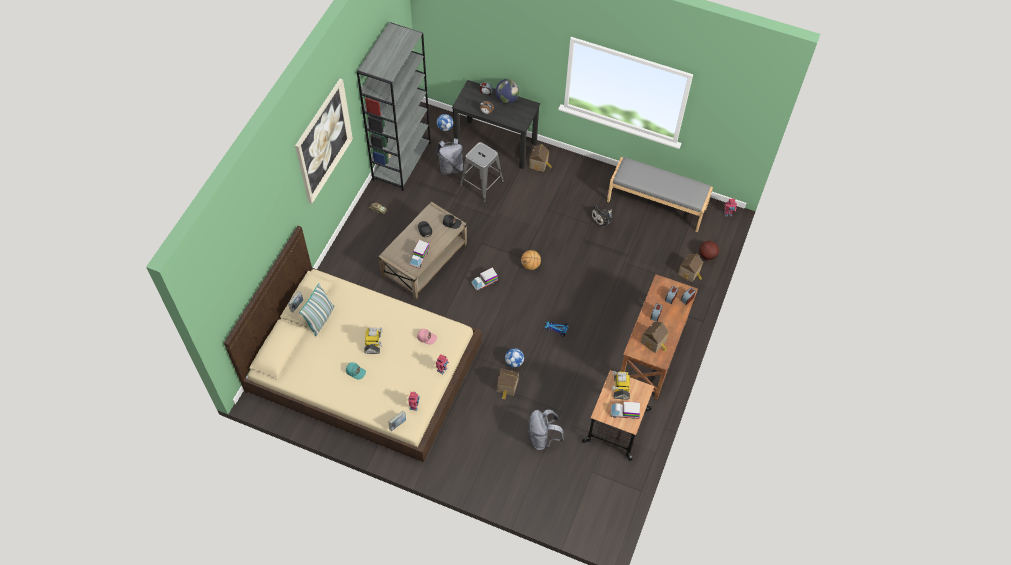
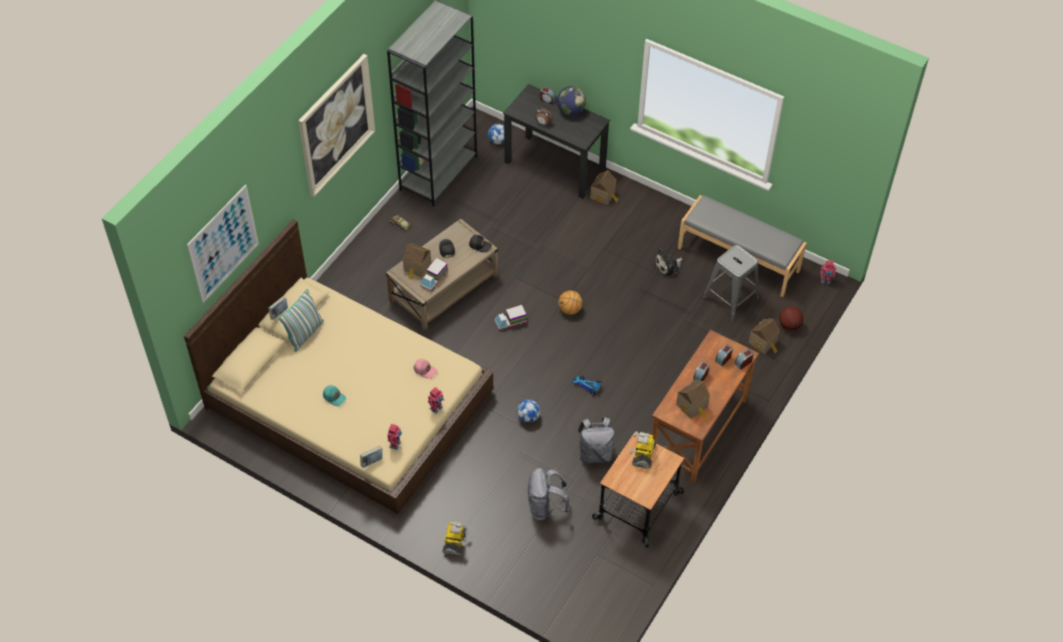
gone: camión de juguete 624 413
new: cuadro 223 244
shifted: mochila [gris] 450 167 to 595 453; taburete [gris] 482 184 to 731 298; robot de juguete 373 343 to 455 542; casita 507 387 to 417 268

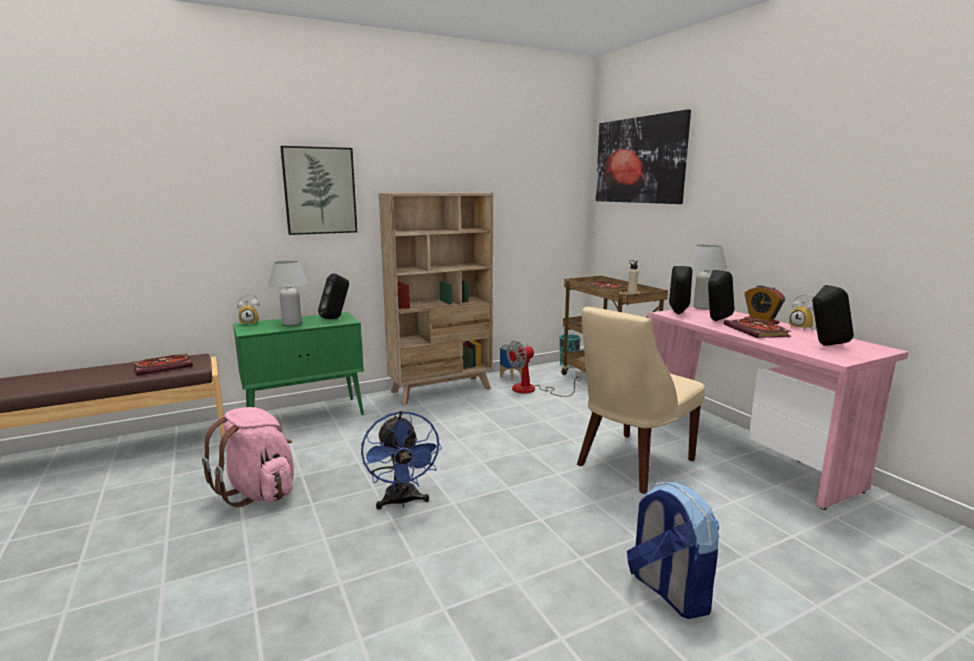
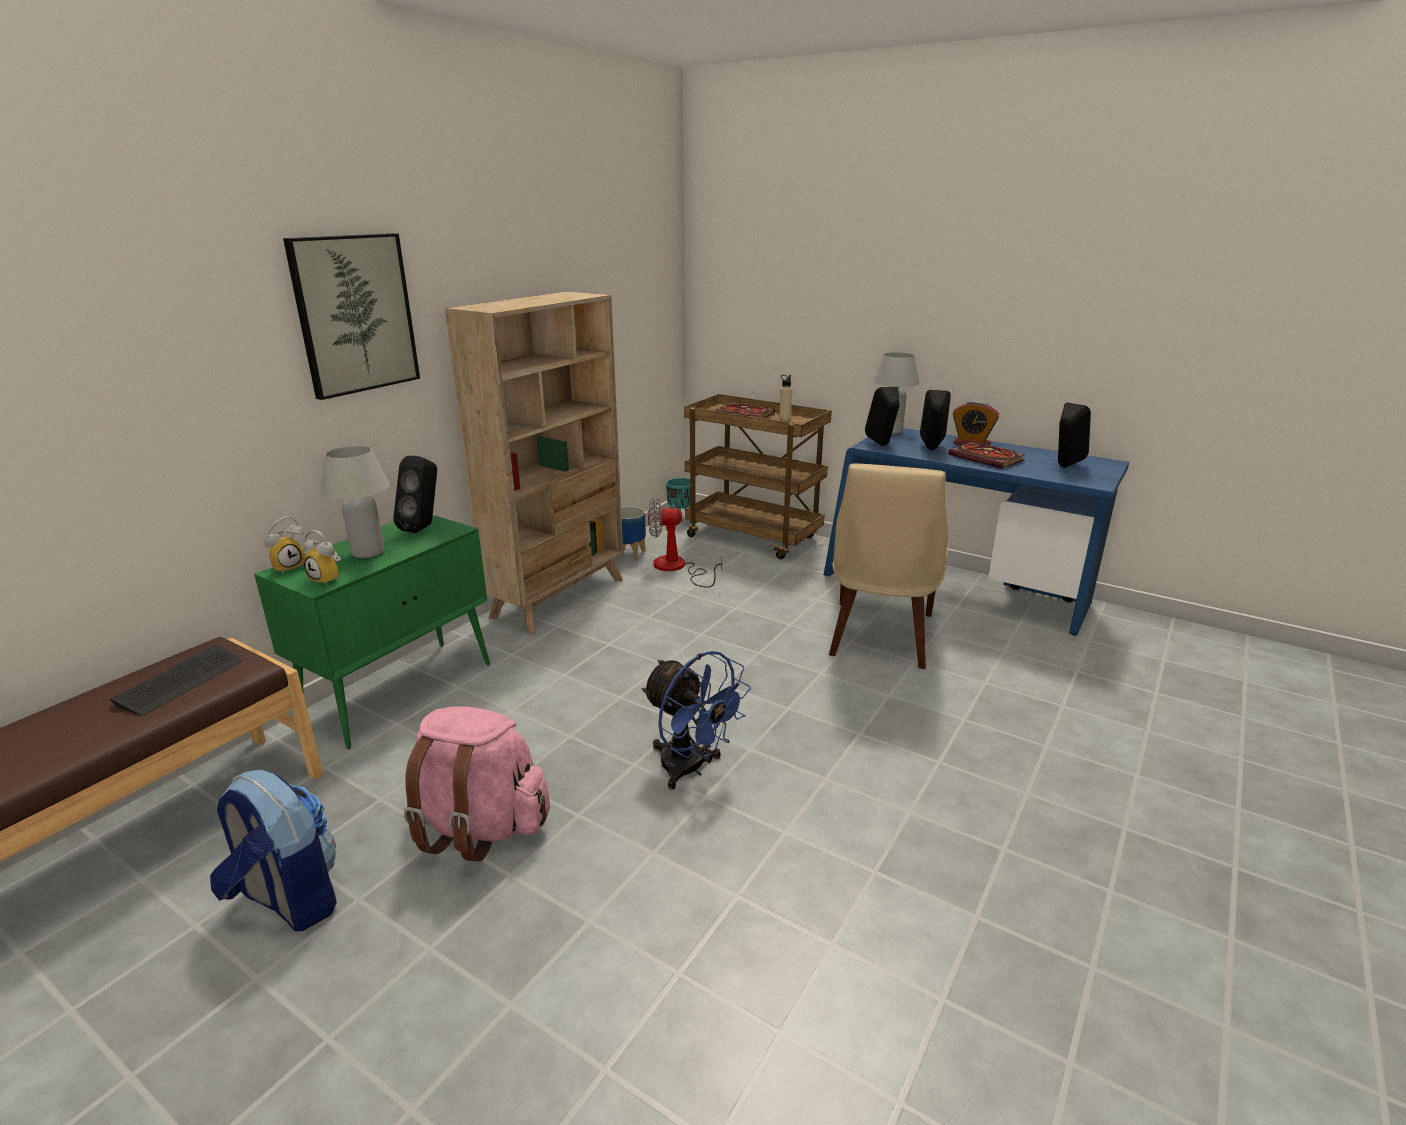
gone: cuadro 639 160
shifted: despertador 802 328 to 330 579; mochila 668 591 to 288 900
swapped: libro 164 366 to teclado 180 682
repainted: escritorio [rosa] 738 448 to escritorio [azul] 955 589
rotated: ventilador 532 390 = 677 568 60 degrees clockwise

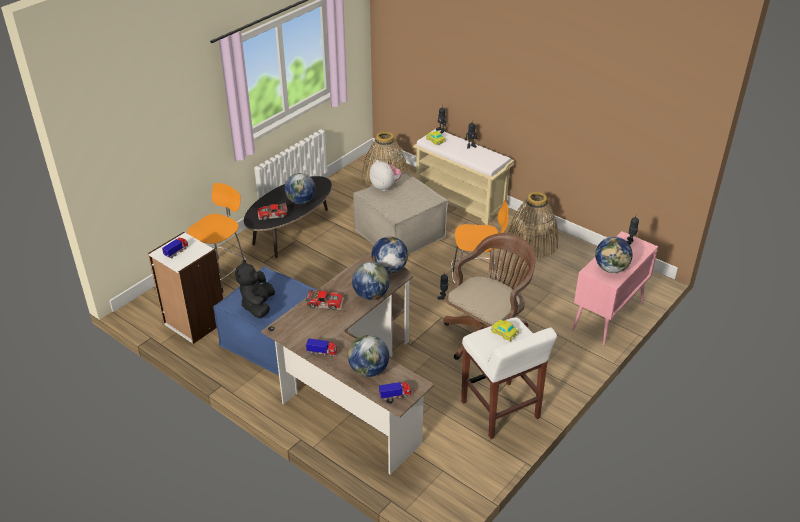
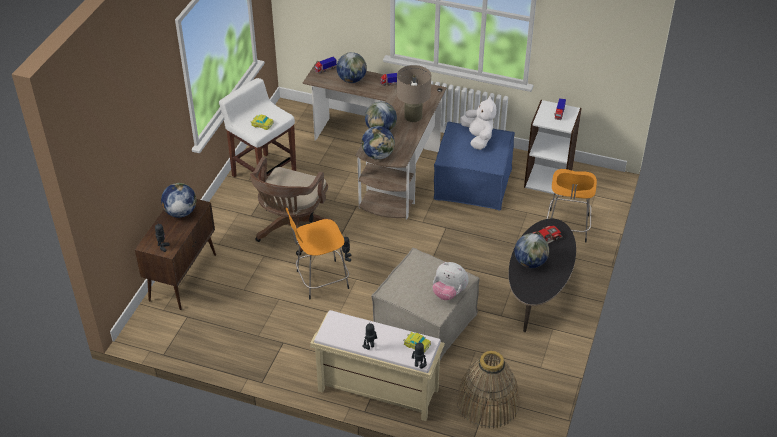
gone: cesta 532 243
swapped: coche de juguete 325 302 to lámpara de mesa [beis] 413 116
repainted: armario [rosa] 607 317 to armario [marrón] 183 277; peluche [negro] 258 306 to peluche [blanco] 478 138

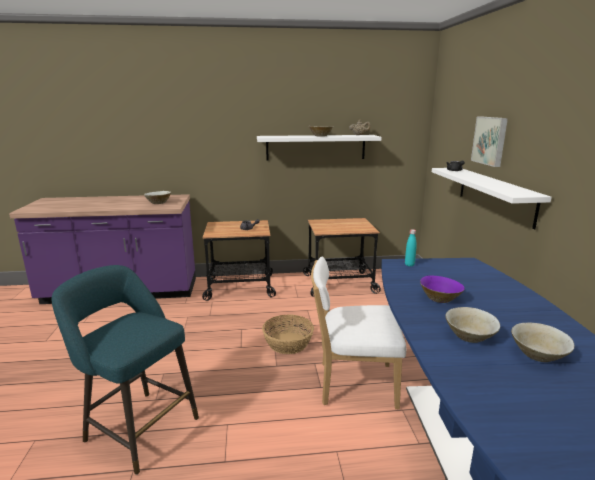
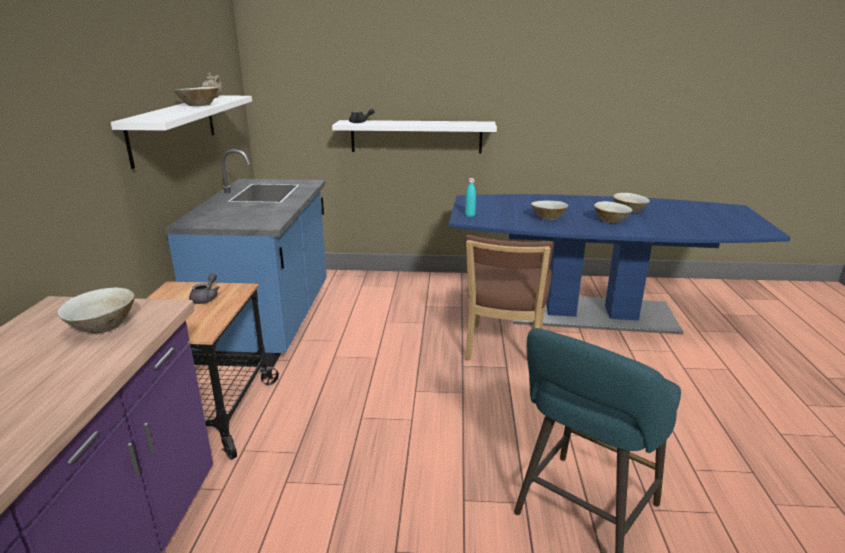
gone: cuadro 490 140; cesta 287 343
swapped: carrito 339 283 to mueble bajo de cocina [azul] 271 322
repainted: silla [blanco] 352 384 to silla [marrón] 503 348; cuenco [morado] 440 299 to cuenco [beis] 548 218

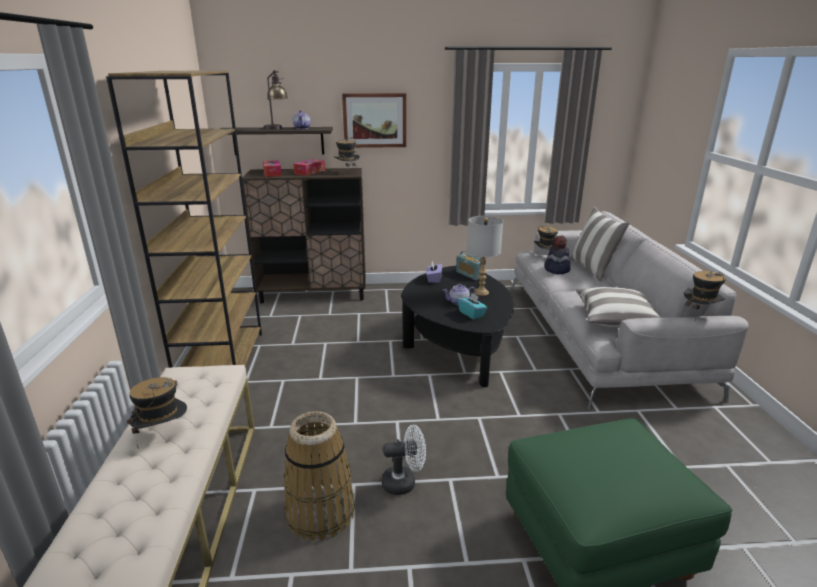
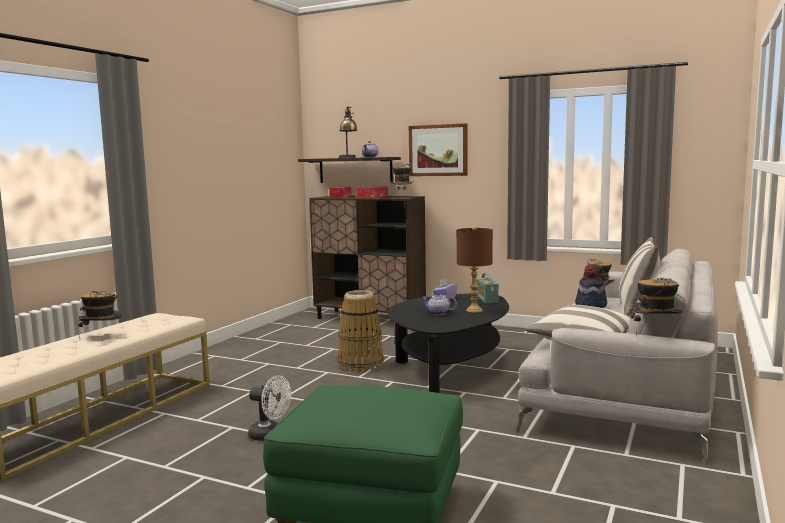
gone: estantería [marrón] 222 361; caja de pañuelos [turquesa] 471 314
shifted: cesta 320 512 to 360 364
repainted: lámpara de mesa [gris] 481 292 to lámpara de mesa [marrón] 474 310

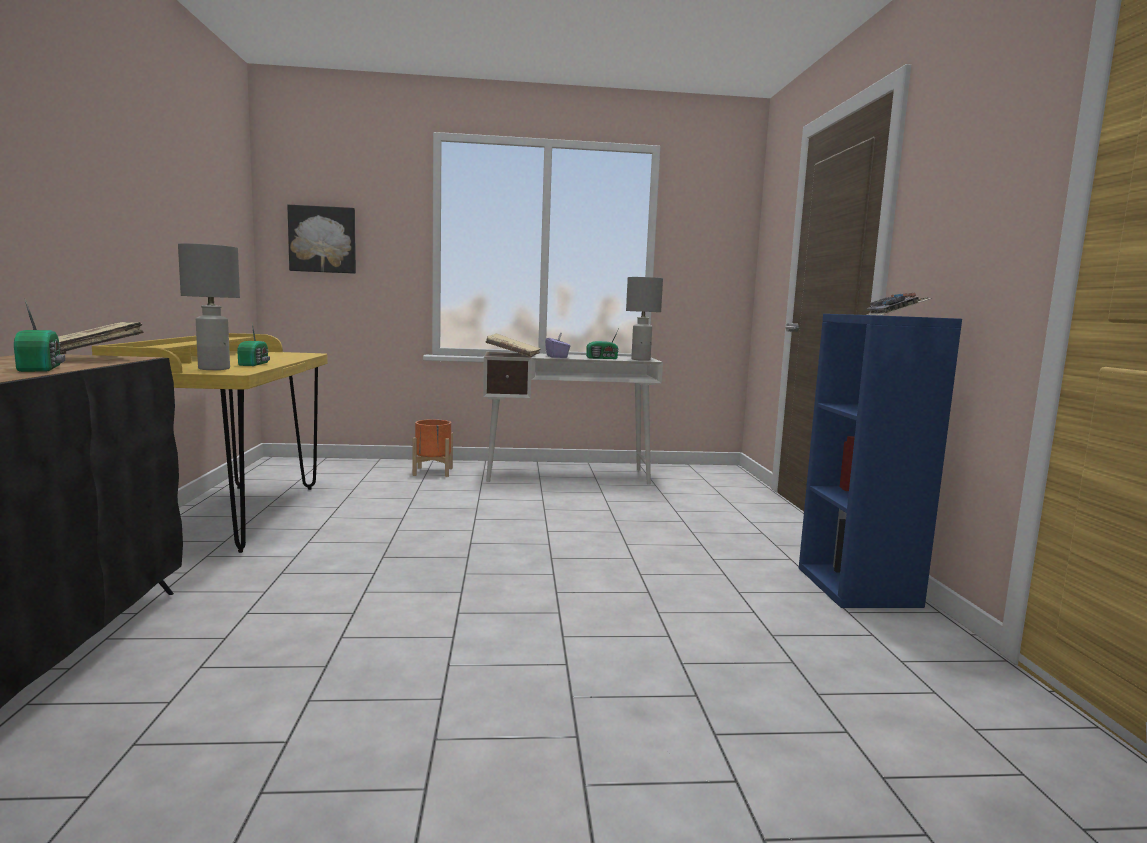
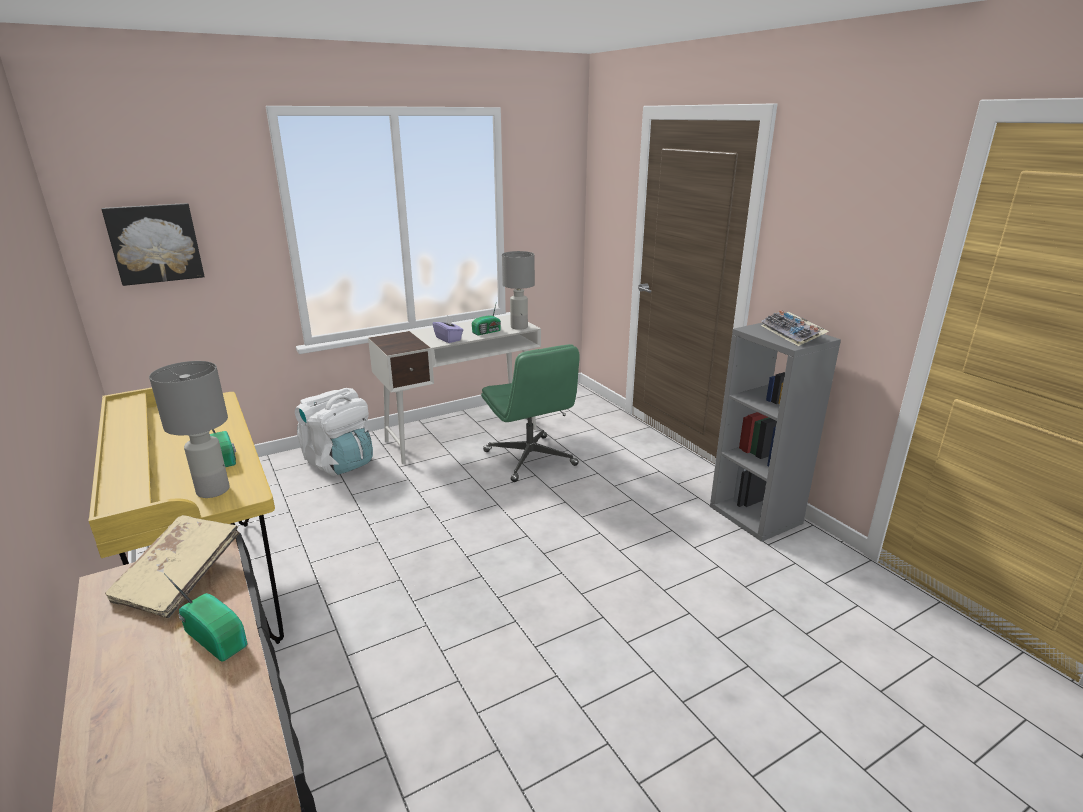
gone: libro [beis] 512 355
new: silla de oficina [verde] 530 459
swapped: maceta [naranja] 432 472 to mochila [blanco] 340 462
repainted: estantería [azul] 859 587 to estantería [gris] 756 515

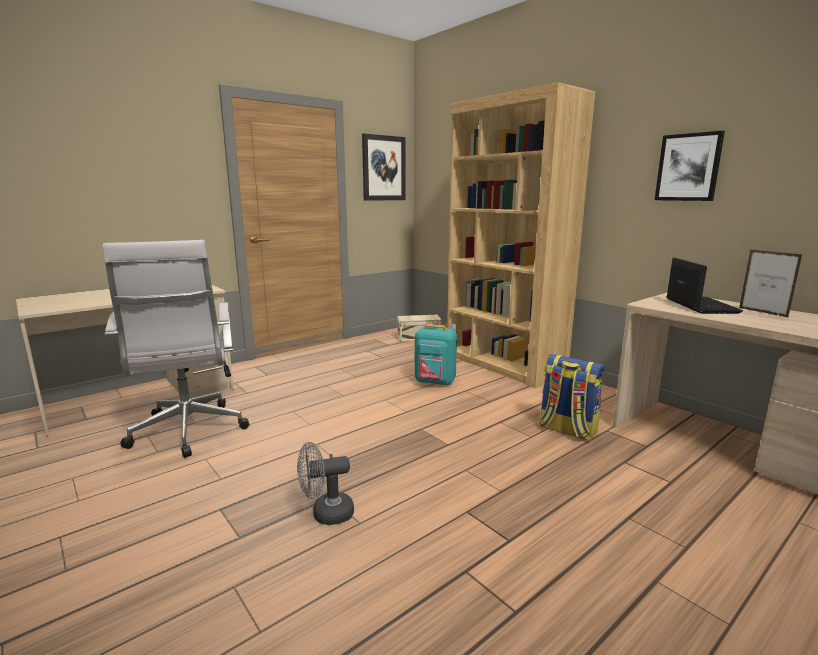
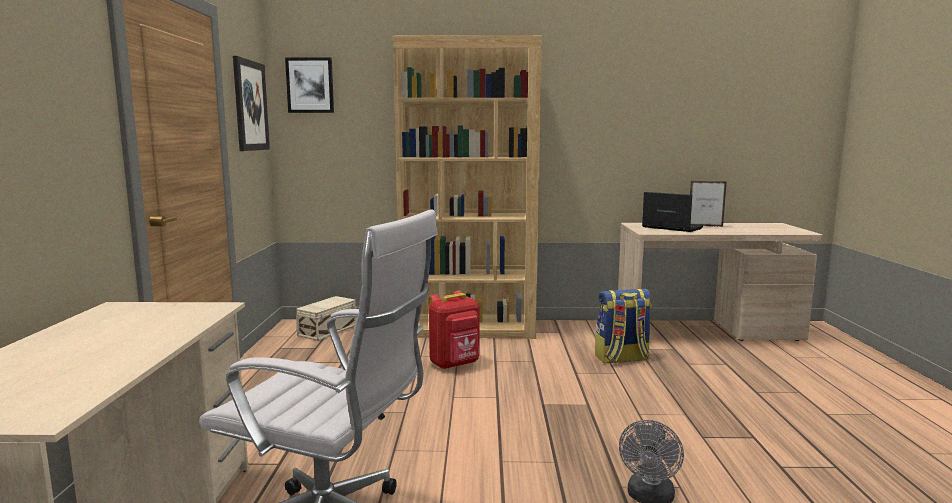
shifted: cuadro 688 167 to 310 85
repainted: mochila [turquesa] 435 382 to mochila [rojo] 455 364

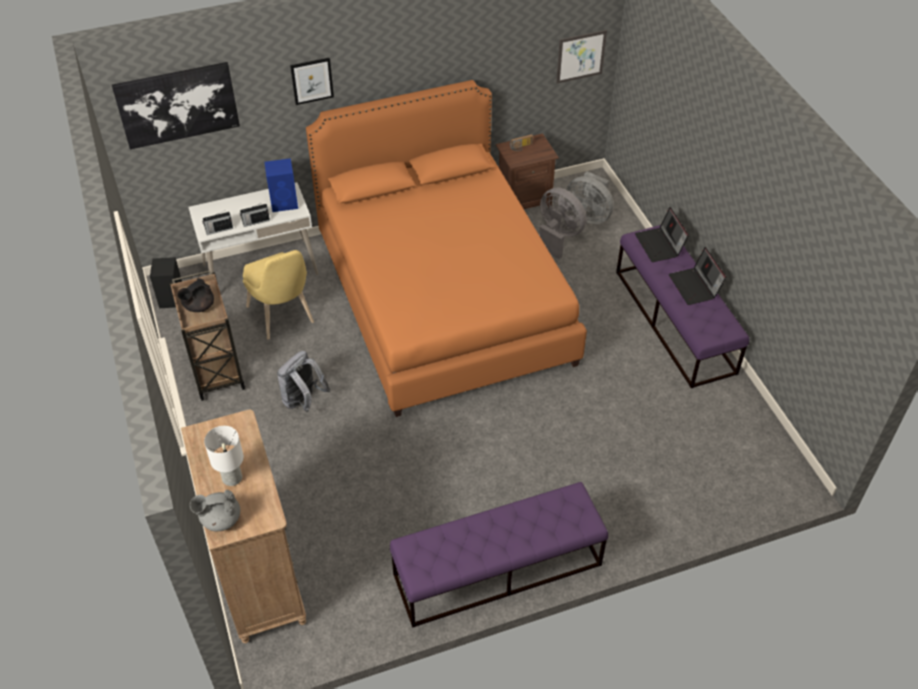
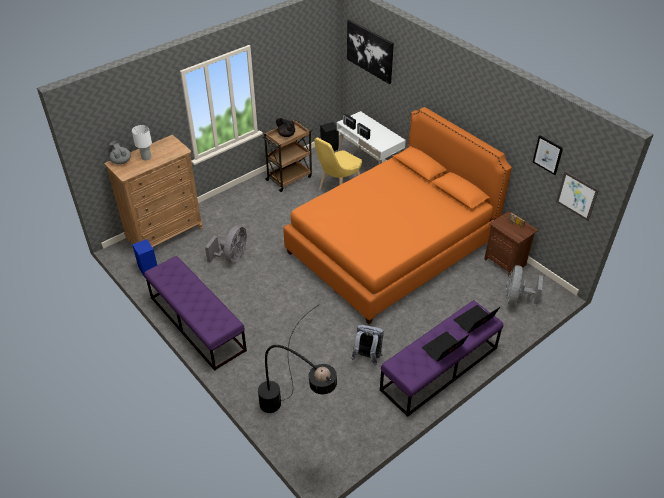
new: lámpara de pie [negro] 296 413
shifted: cuadro 312 80 to 547 155; altavoz [azul] 285 202 to 148 269; ventilador [gris] 558 236 to 232 257; mochila [gris] 303 401 to 367 357

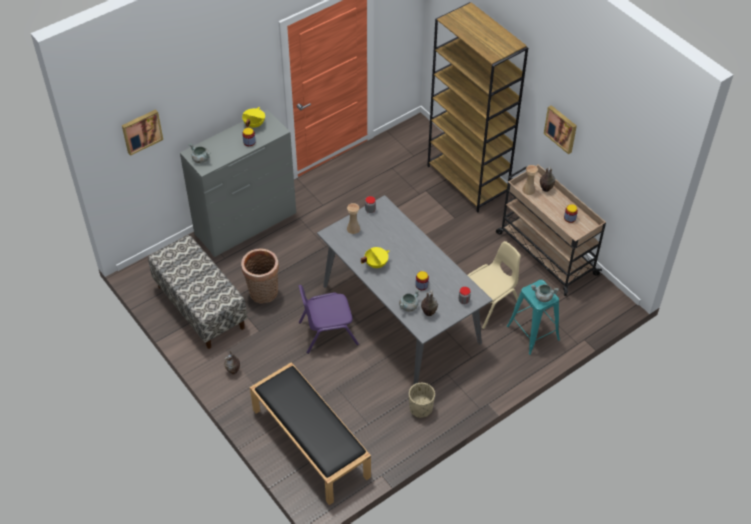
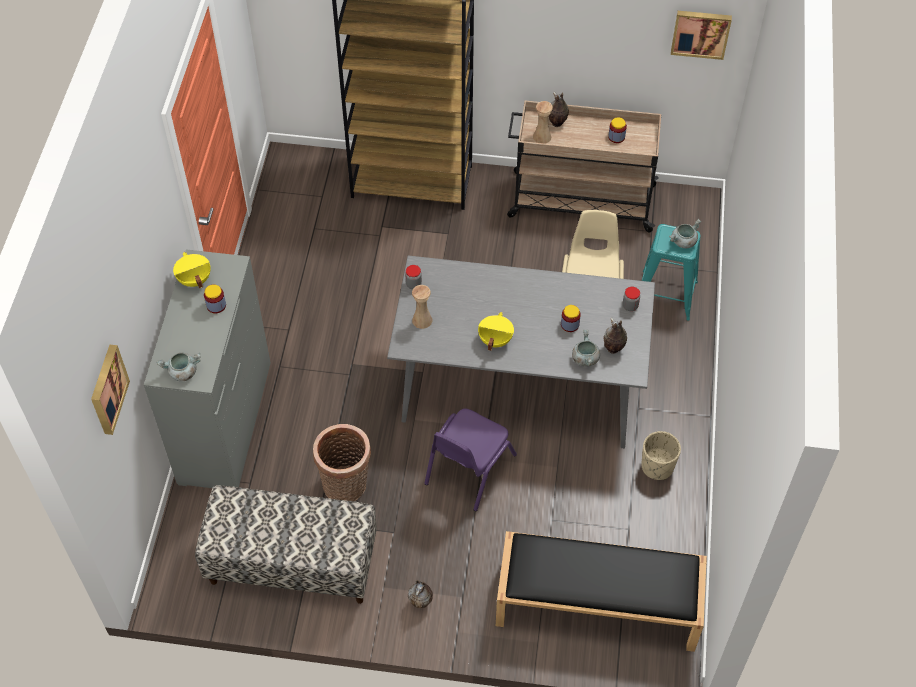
shifted: cuadro 561 128 to 700 33

